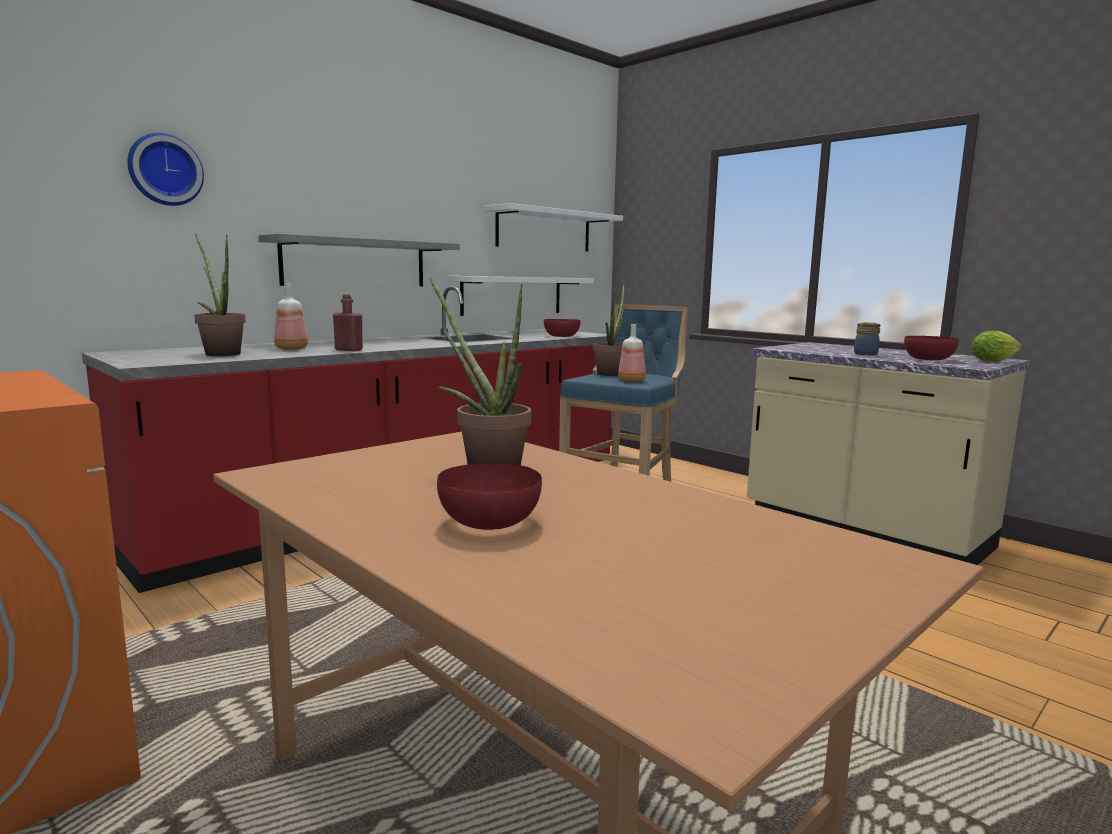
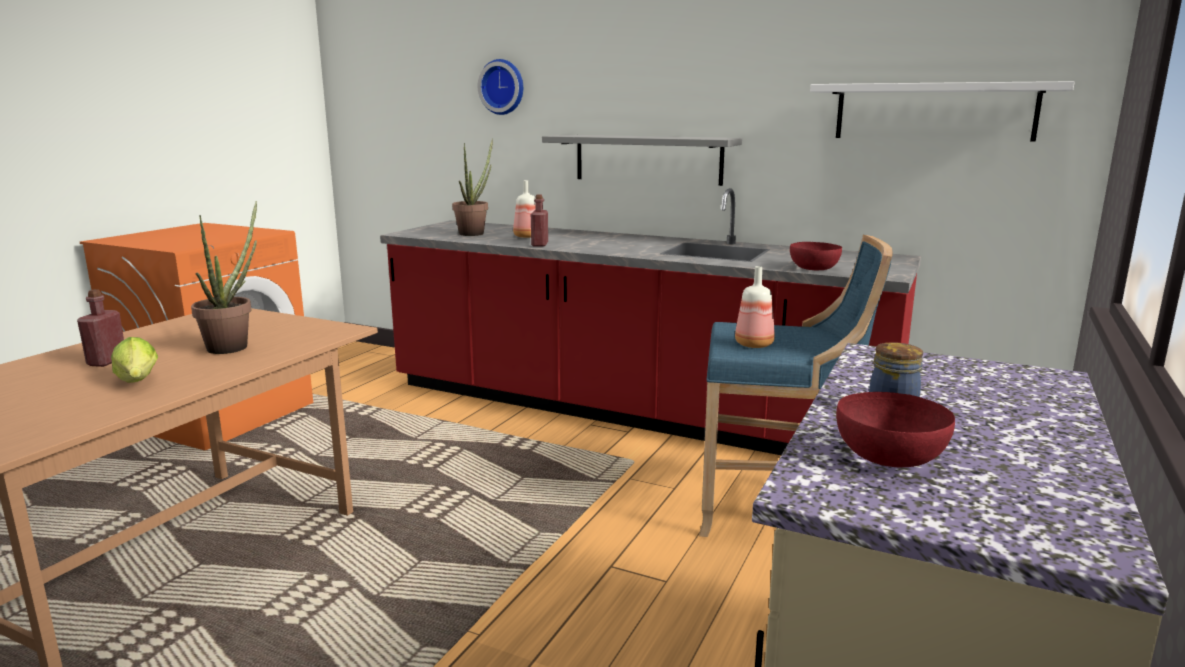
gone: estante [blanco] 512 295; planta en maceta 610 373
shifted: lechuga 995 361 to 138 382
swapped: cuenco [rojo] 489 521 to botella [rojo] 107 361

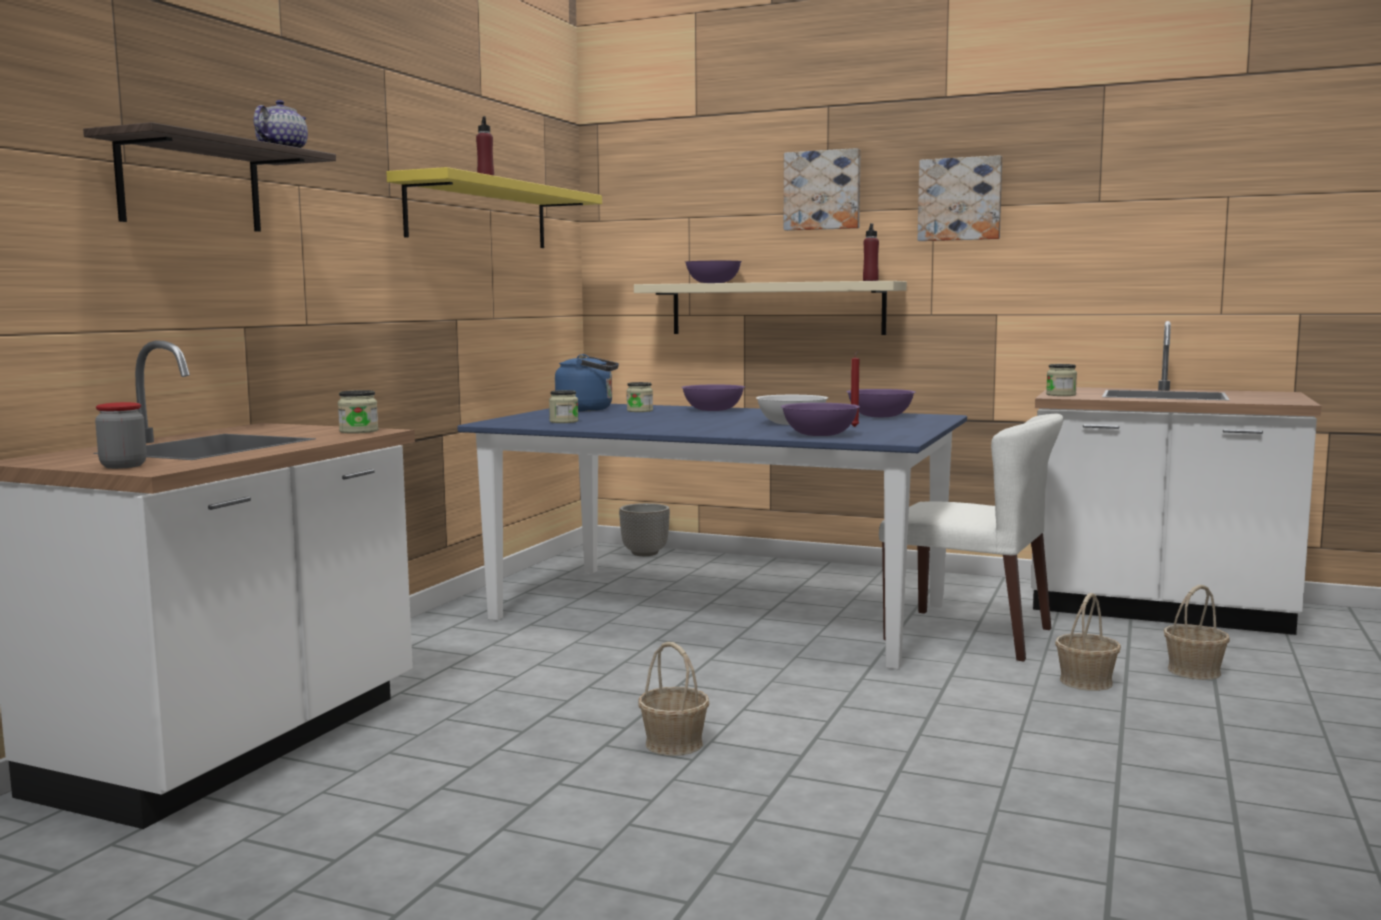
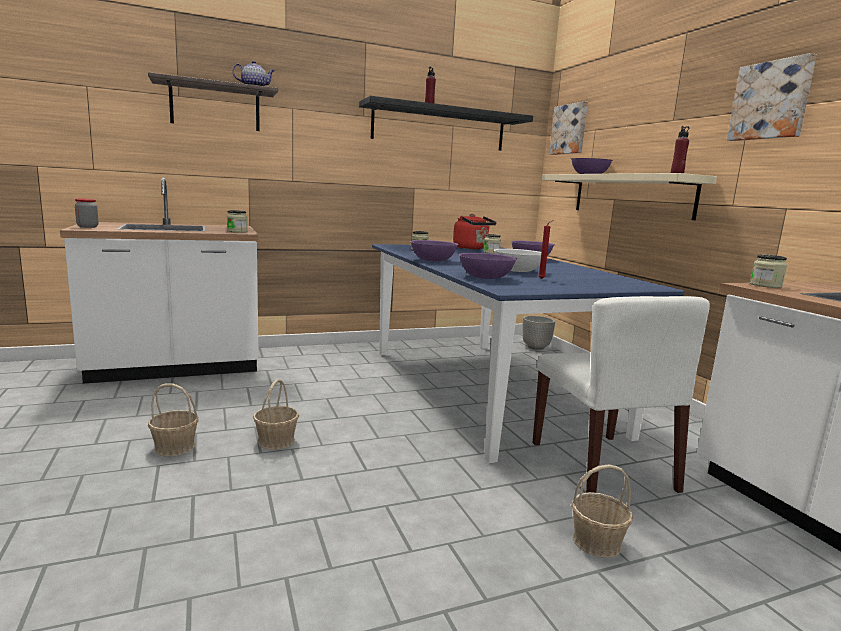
shifted: cuadro 822 190 to 570 129; cuenco [morado] 880 416 to 432 260; cesta 1194 671 to 175 447
repainted: estante [amarillo] 479 214 to estante [negro] 439 127; hervidor [azul] 588 409 to hervidor [rojo] 472 248

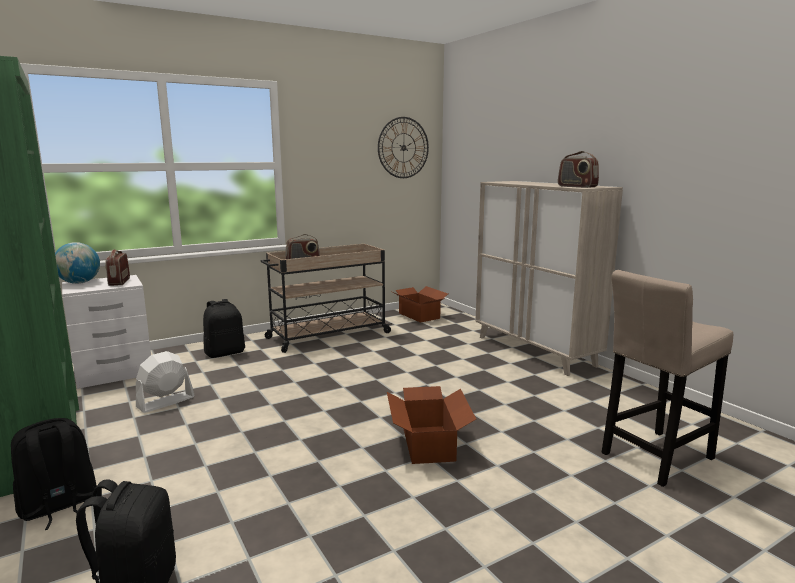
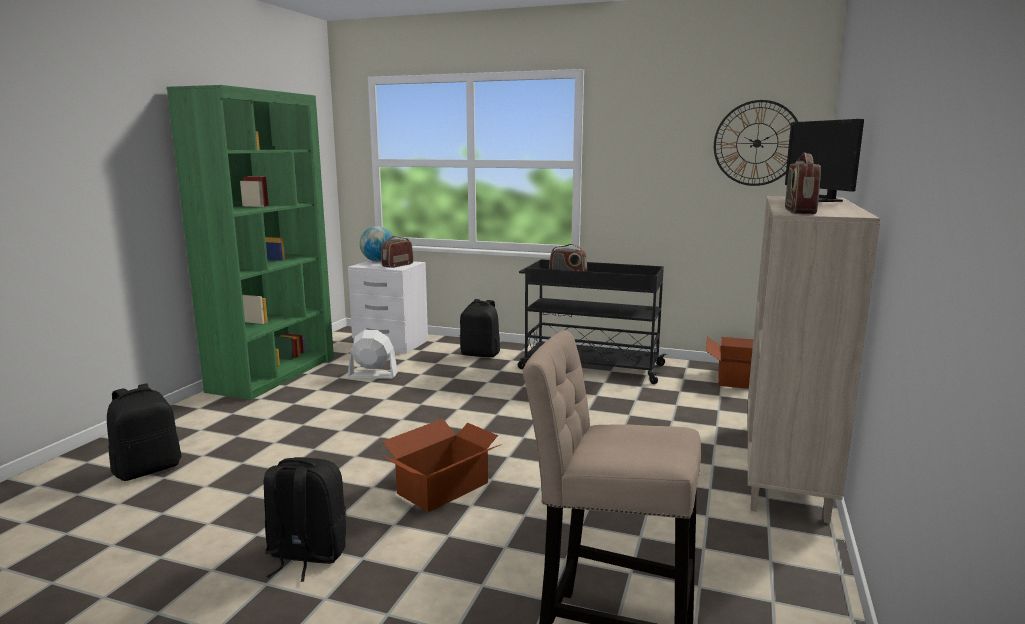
new: monitor 819 200
shifted: mochila [negro] 58 506 to 305 555
repainted: carrito [beis] 327 336 to carrito [negro] 589 367

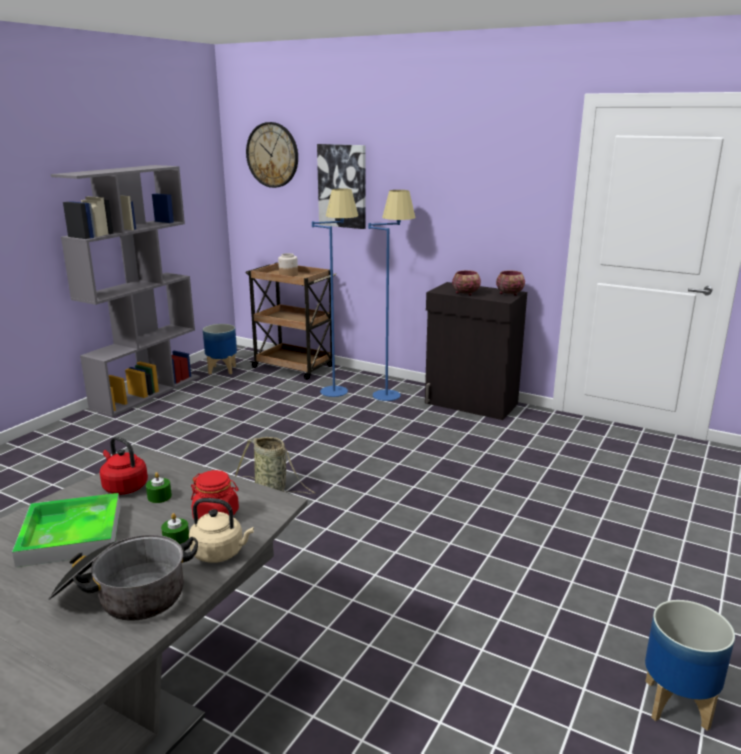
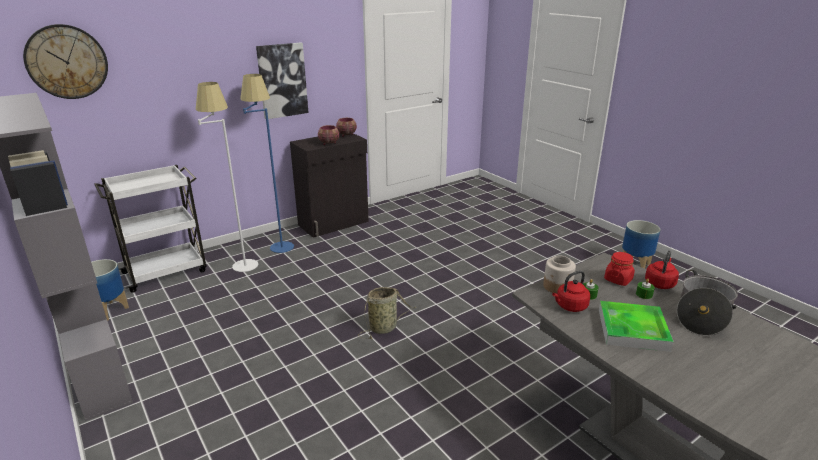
shifted: cuadro 342 186 to 282 80; tarro 288 274 to 557 287
repainted: lámpara de pie [azul] 338 386 to lámpara de pie [blanco] 239 261; carrito [marrón] 294 367 to carrito [blanco] 166 271; hervidor [beis] 220 553 to hervidor [rojo] 660 283

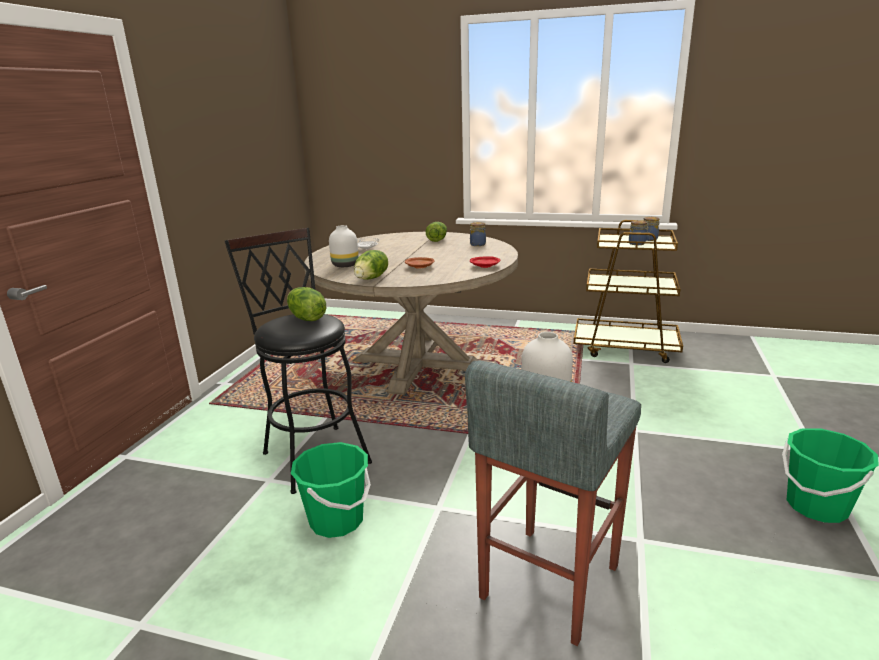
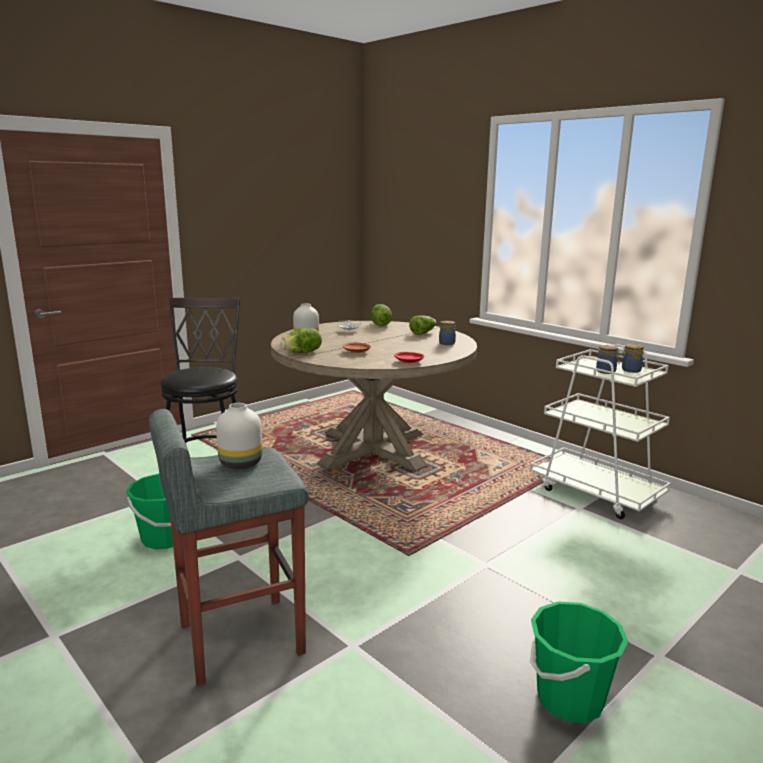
shifted: lechuga 306 318 to 380 324
repainted: carrito [marrón] 625 348 to carrito [blanco] 596 492

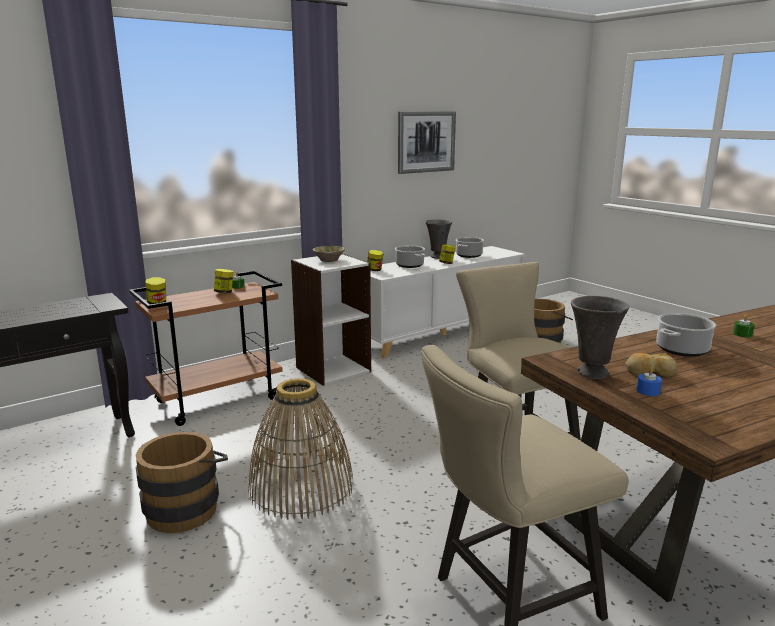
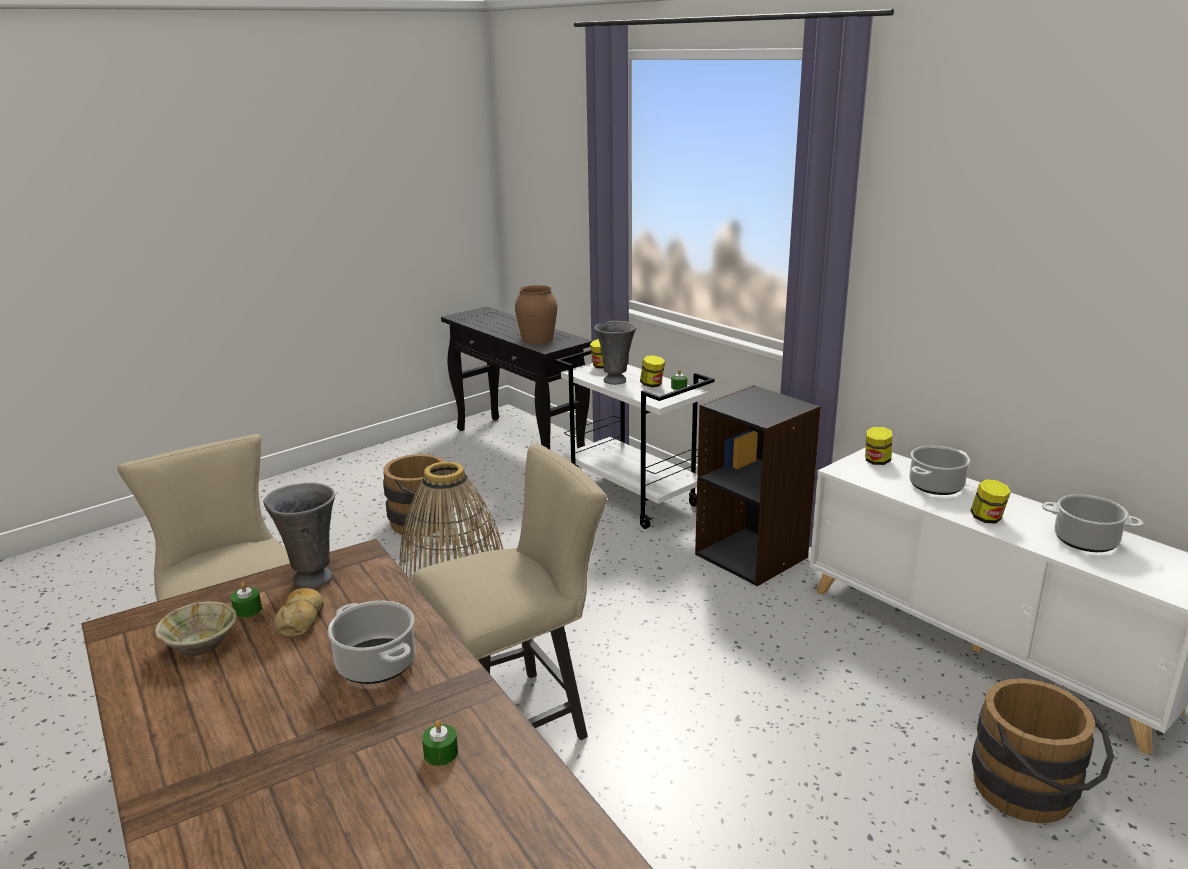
gone: cuadro 426 142
new: florero [marrón] 537 339
shifted: florero [gris] 437 257 to 615 380; cuenco [beis] 329 260 to 201 644
repainted: estantería [blanco] 333 369 to estantería [negro] 752 555; carrito [marrón] 218 400 to carrito [blanco] 633 498; vela [azul] 648 391 to vela [verde] 247 610

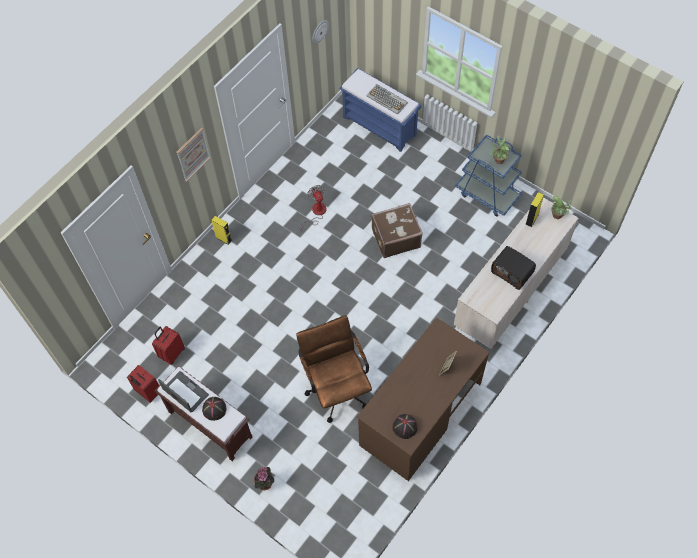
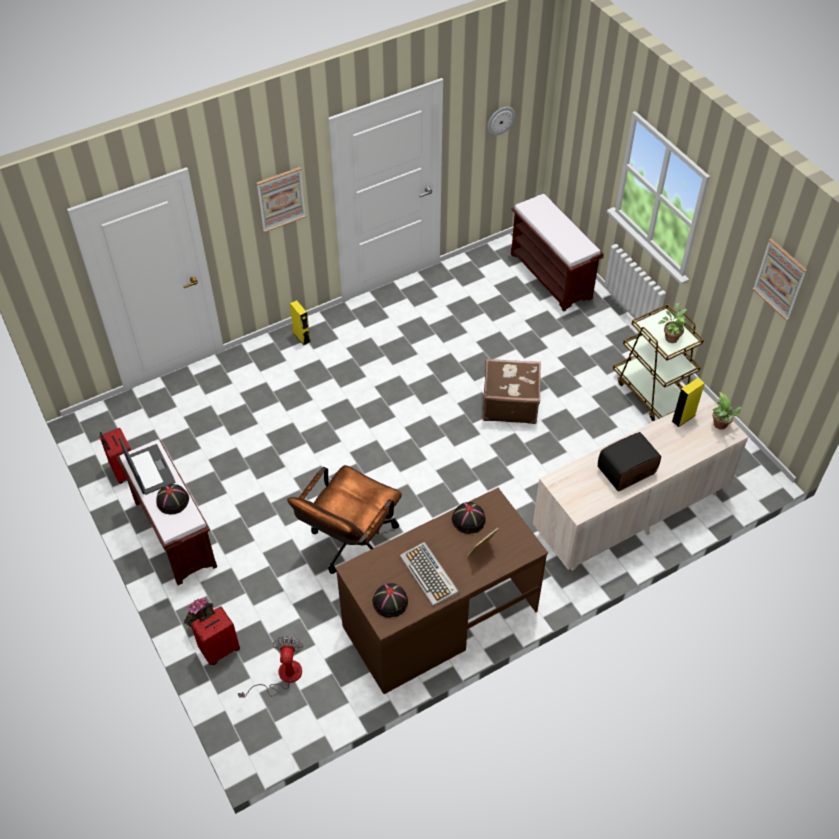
new: cuadro 780 279; sombrero [negro] 469 520
shifted: teclado 387 99 to 429 575; ventilador 316 213 to 282 677; maleta [rojo] 172 353 to 219 649
repainted: banco [azul] 380 126 to banco [marrón] 551 276; carrito [azul] 487 194 to carrito [marrón] 652 392
rotated: radio 512 272 = 627 471 90 degrees clockwise; silla de oficina [marrón] 336 386 = 350 546 150 degrees counterclockwise

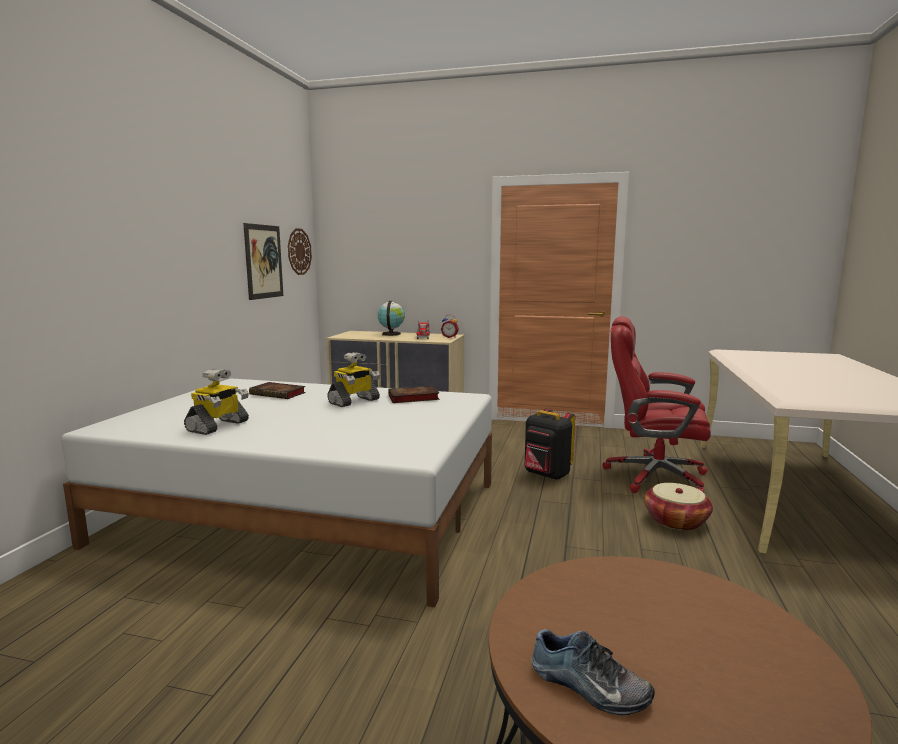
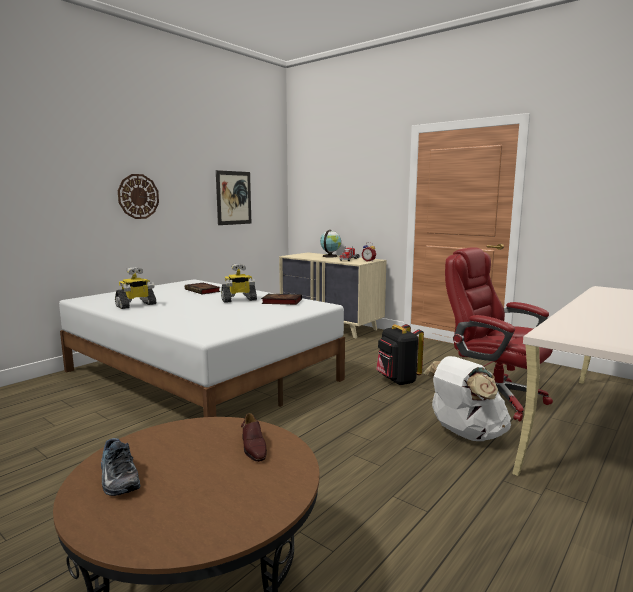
new: zapato [marrón] 253 448
shifted: reloj de pared 299 251 to 138 196
swapped: cesta 675 521 to mochila [blanco] 465 434

